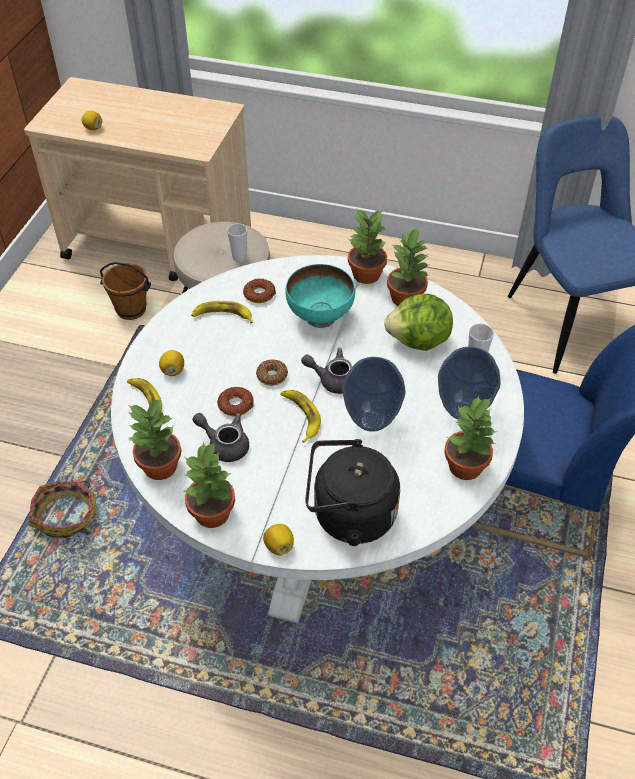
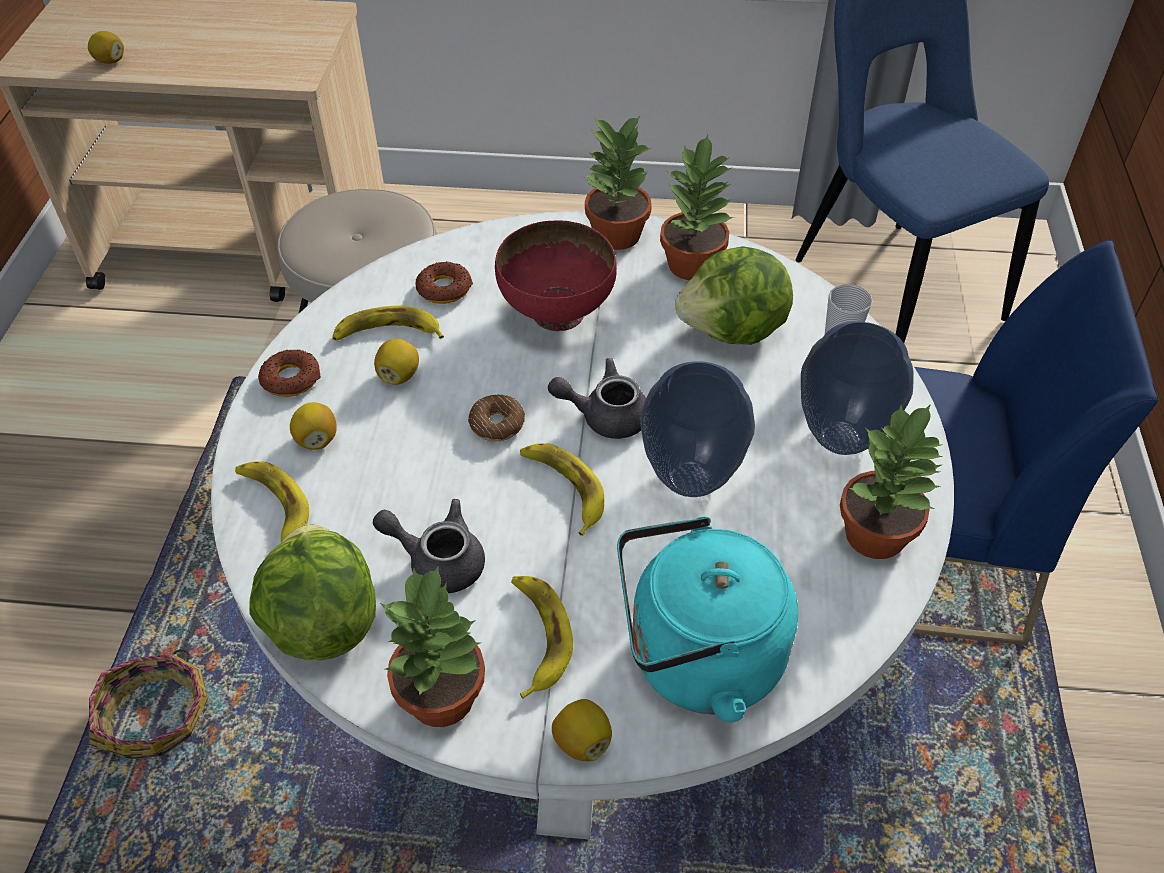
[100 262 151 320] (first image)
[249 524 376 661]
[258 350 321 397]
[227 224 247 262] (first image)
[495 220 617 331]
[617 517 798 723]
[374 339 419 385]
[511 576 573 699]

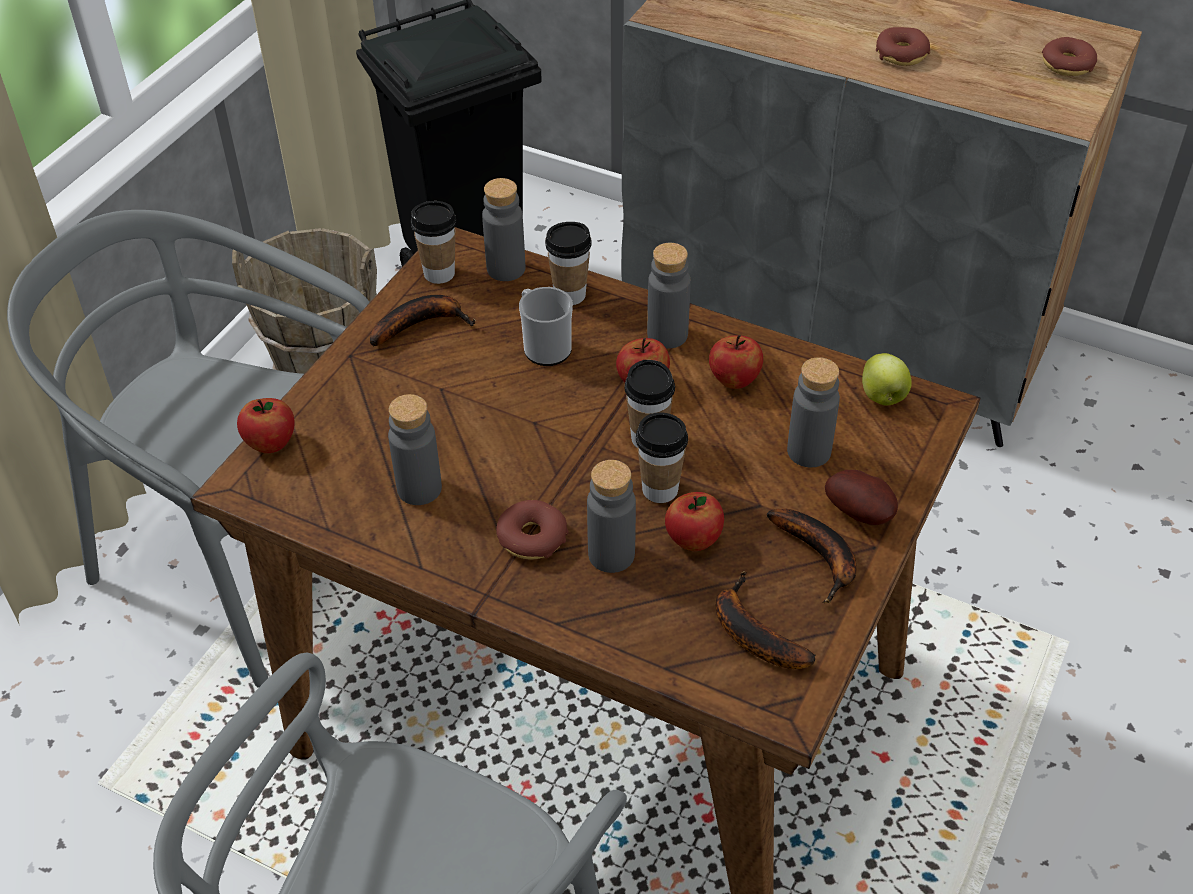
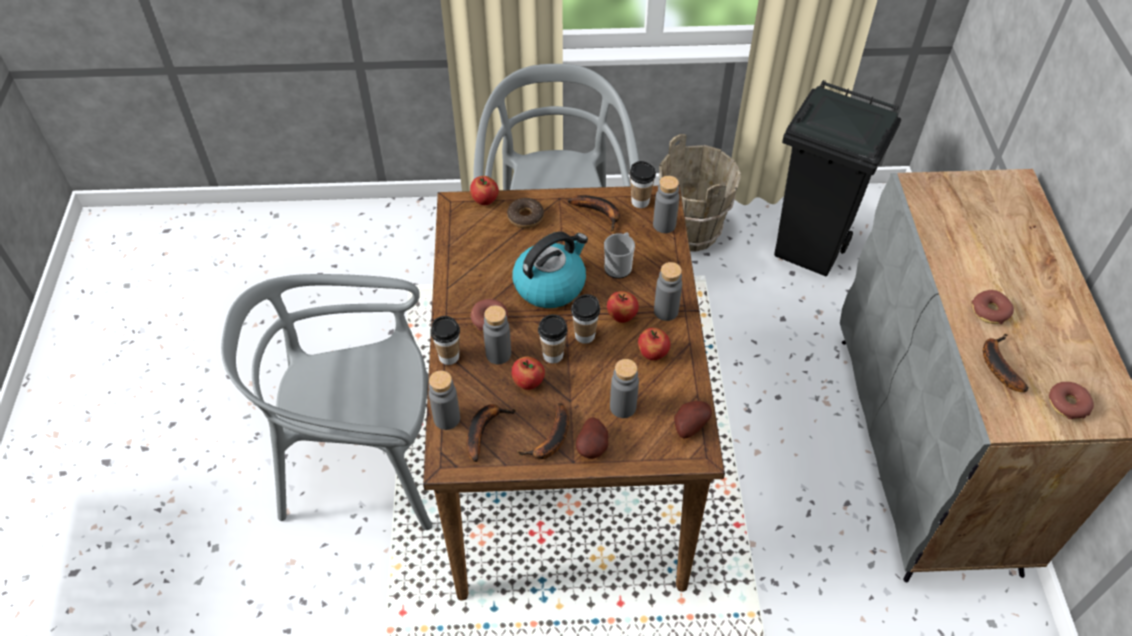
[429 371 460 430]
[430 316 460 365]
[674 401 712 439]
[507 198 544 228]
[513 232 588 308]
[983 334 1029 392]

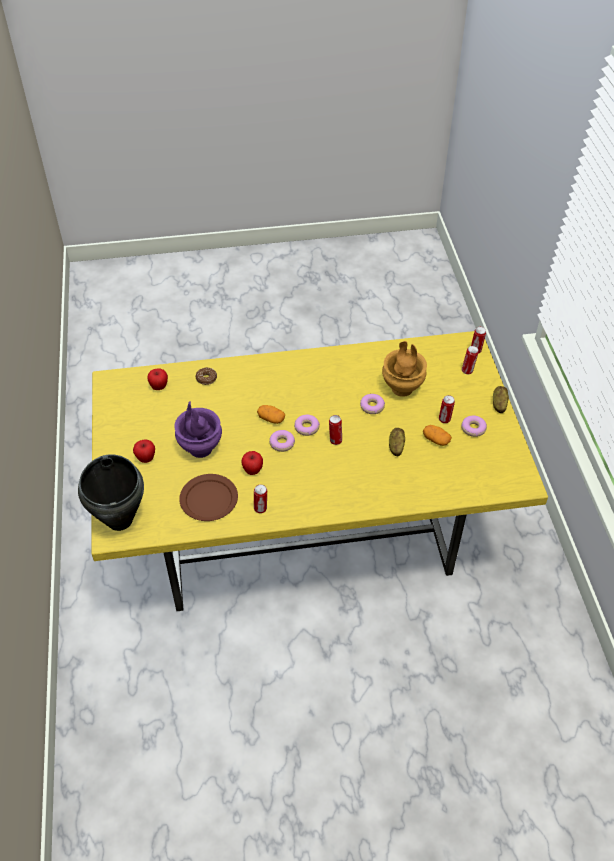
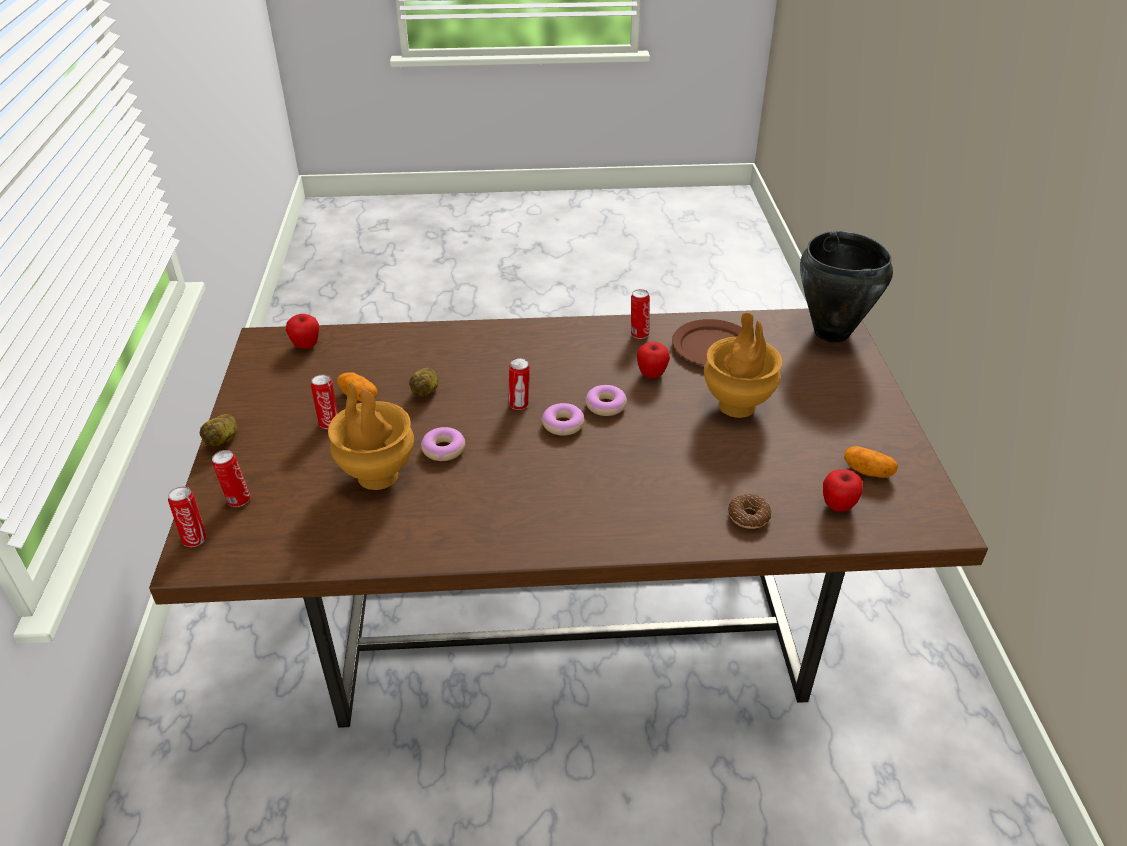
[149 308 988 728]
[286 314 319 349]
[704 313 782 418]
[844 446 898 478]
[461 415 487 437] (first image)

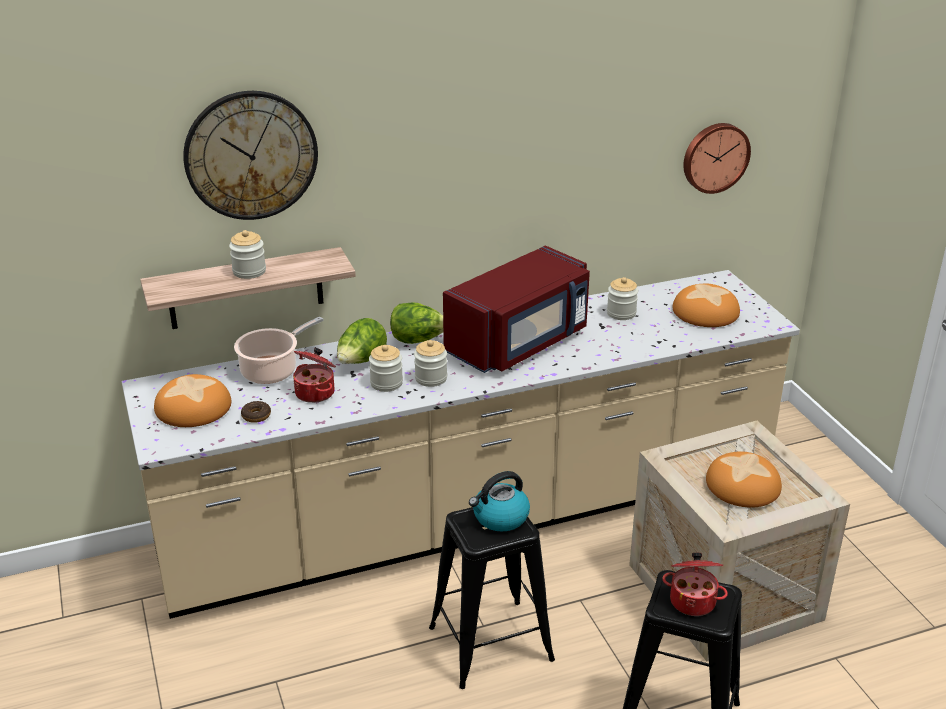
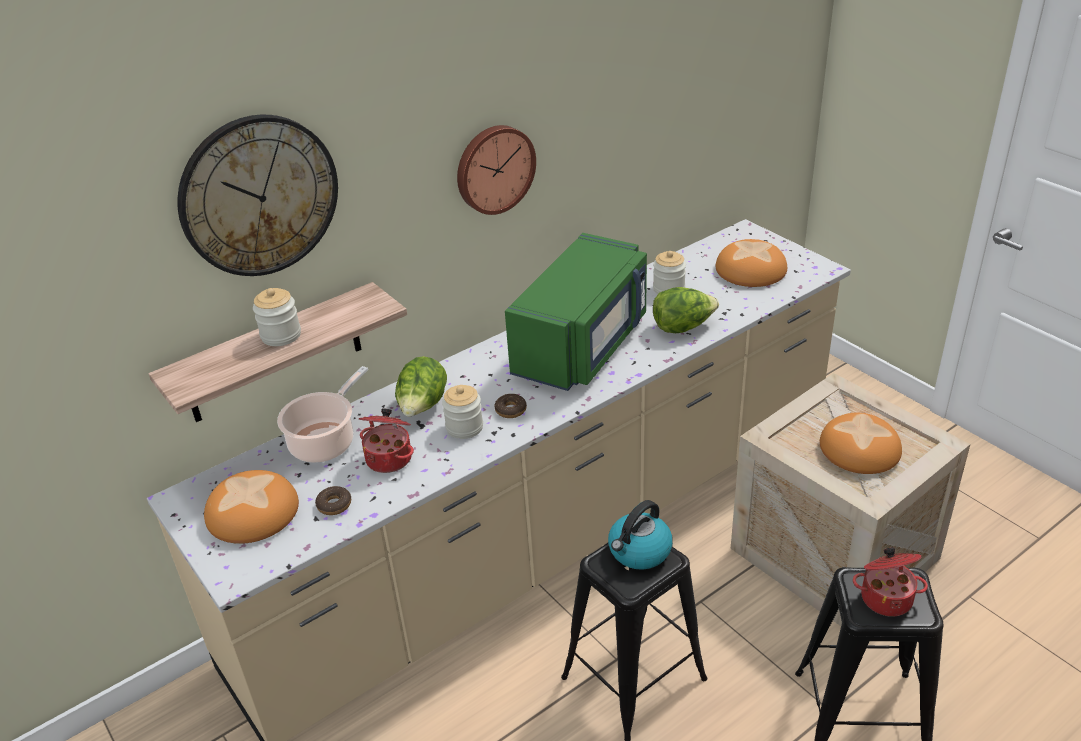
[653 287 719 333]
[494 394 527 418]
[505 233 647 391]
[457 125 536 215]

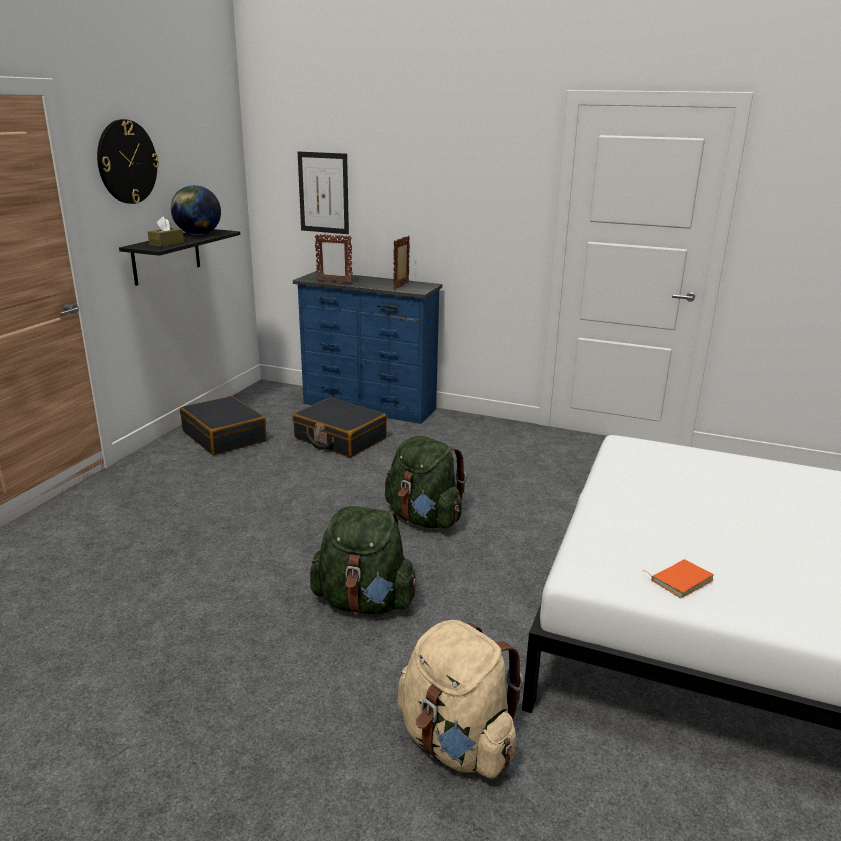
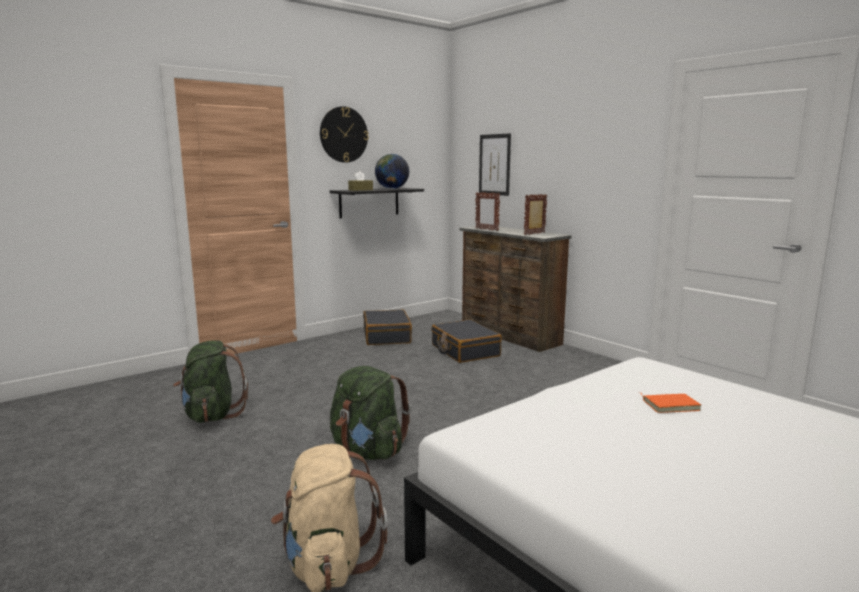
[459 226 572 352]
[173 341 248 423]
[640 392 701 413]

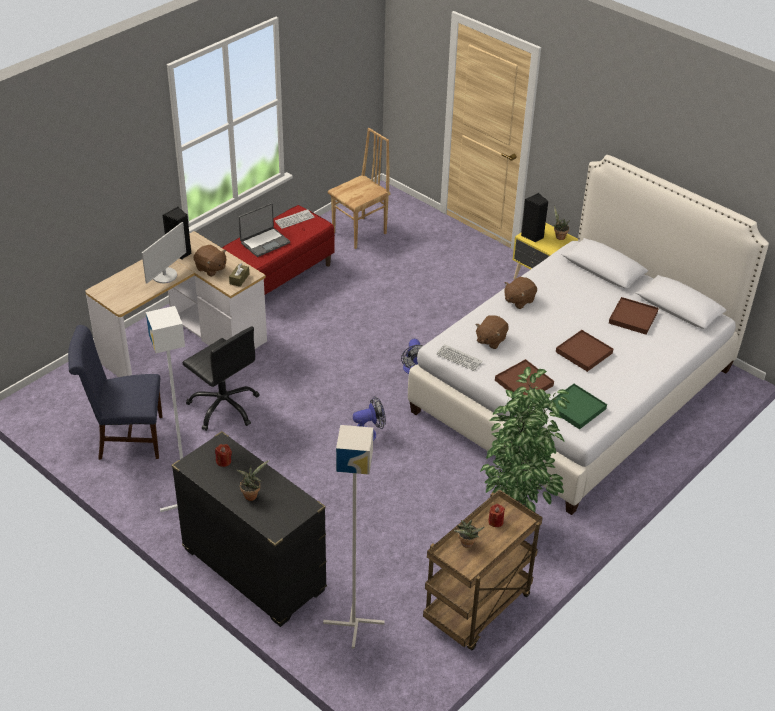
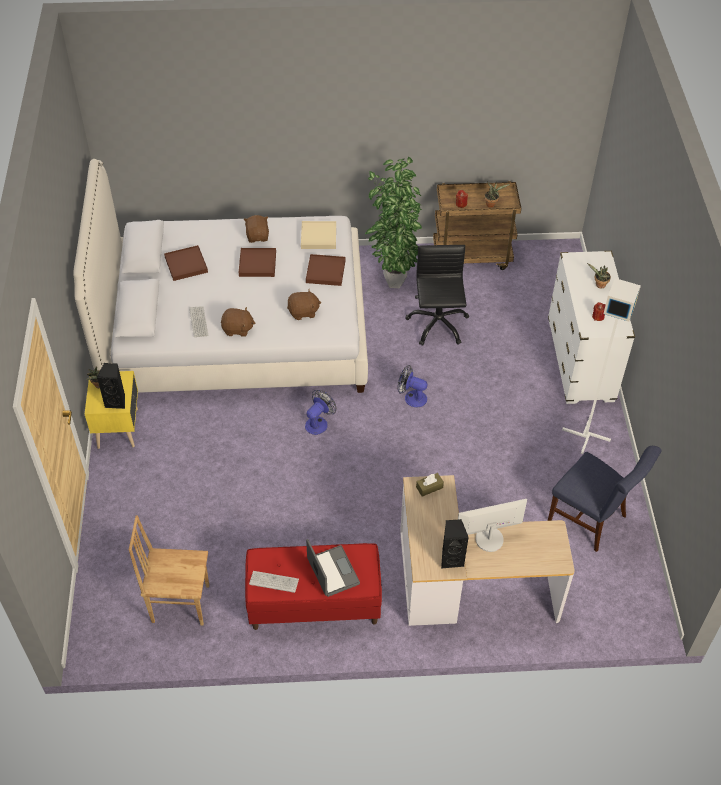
[548 251 635 404]
[405 245 469 346]
[244 215 269 243]
[306 539 360 597]
[323 425 385 649] (first image)
[189 306 208 337]
[301 221 336 249]

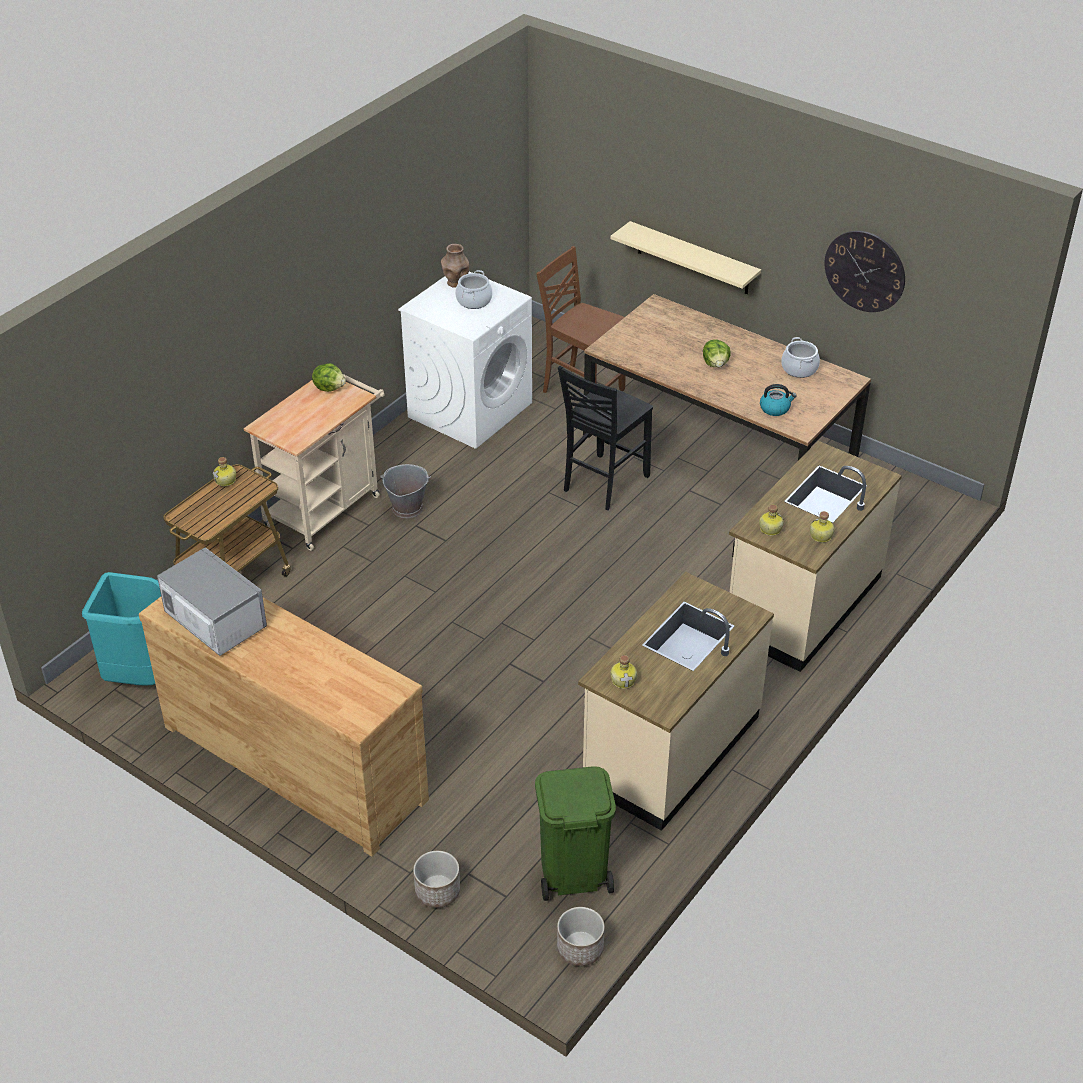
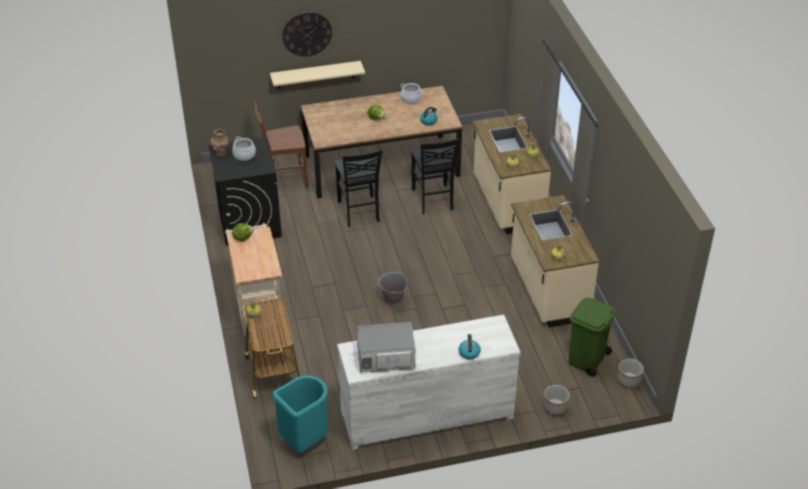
[337 315 521 450]
[378 272 407 307]
[208 137 282 246]
[282 12 332 57]
[411 138 460 215]
[458 334 481 359]

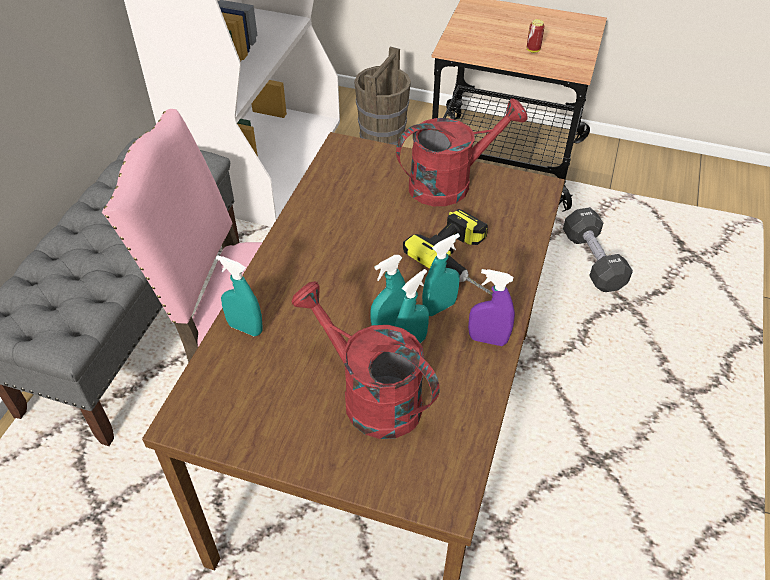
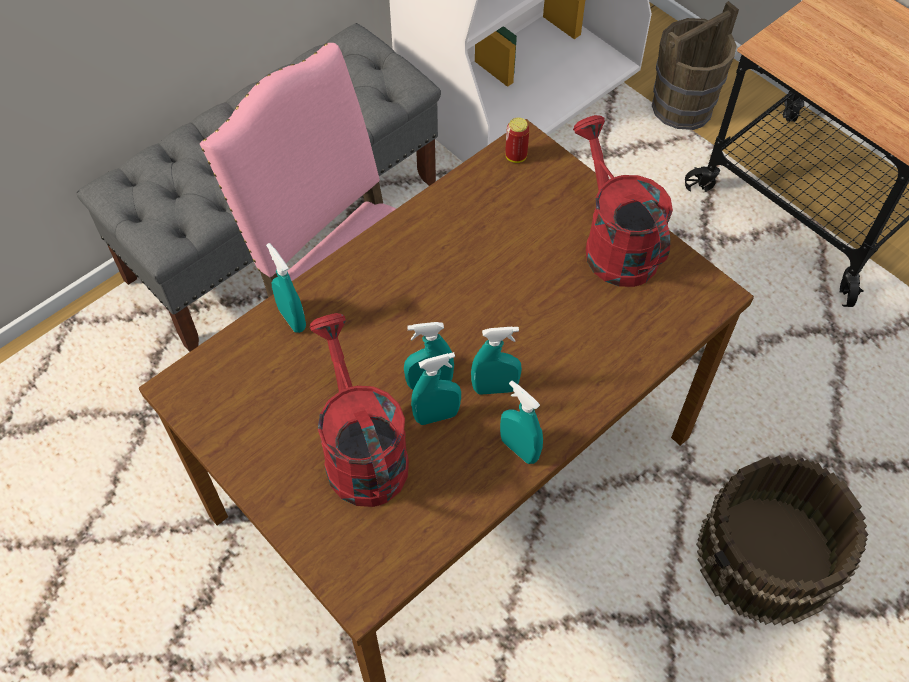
[573 115 673 287]
[403 209 493 295] (first image)
[500 380 543 464]
[505 117 529 163]
[563 207 633 292] (first image)
[696 455 869 625]

